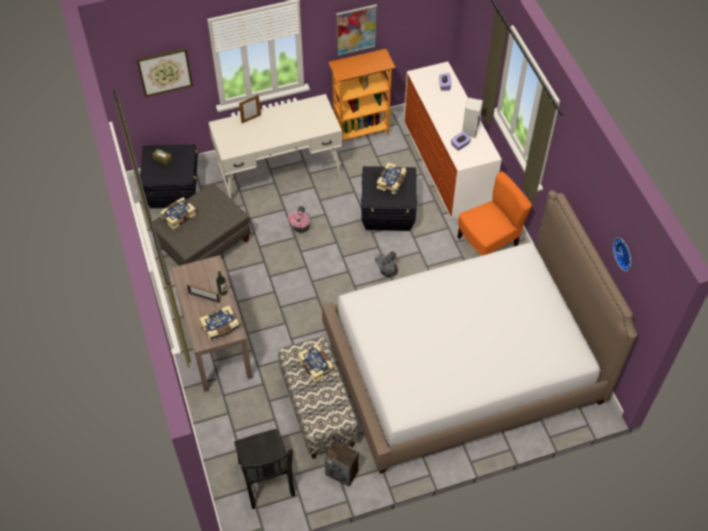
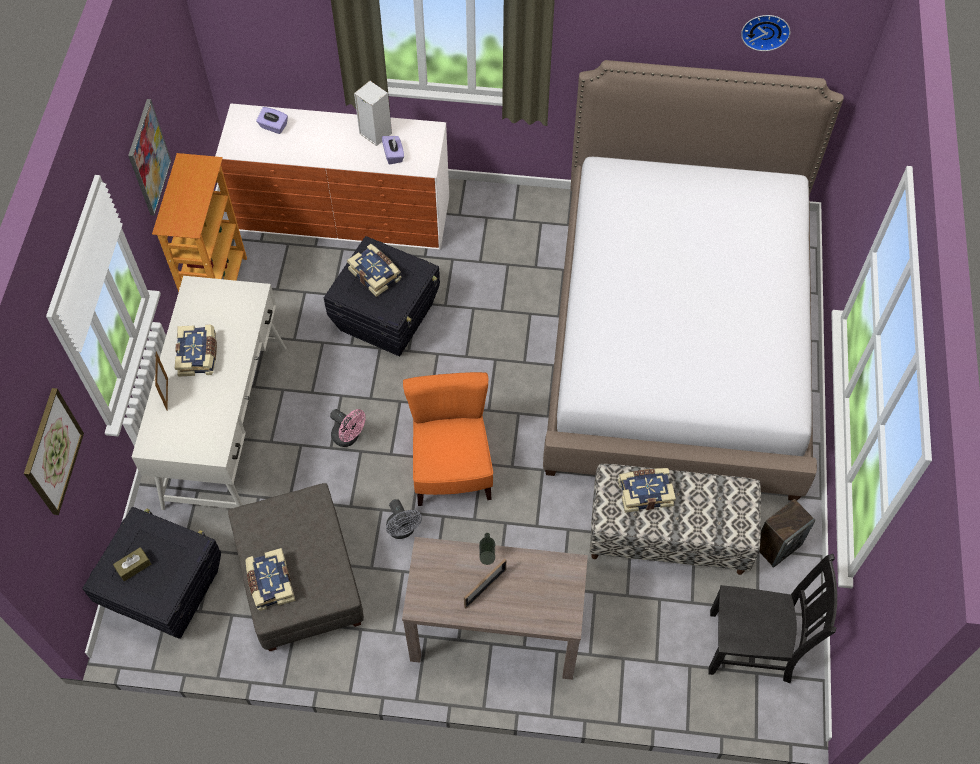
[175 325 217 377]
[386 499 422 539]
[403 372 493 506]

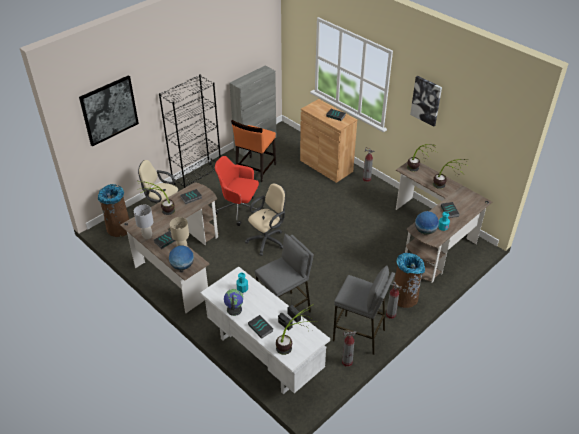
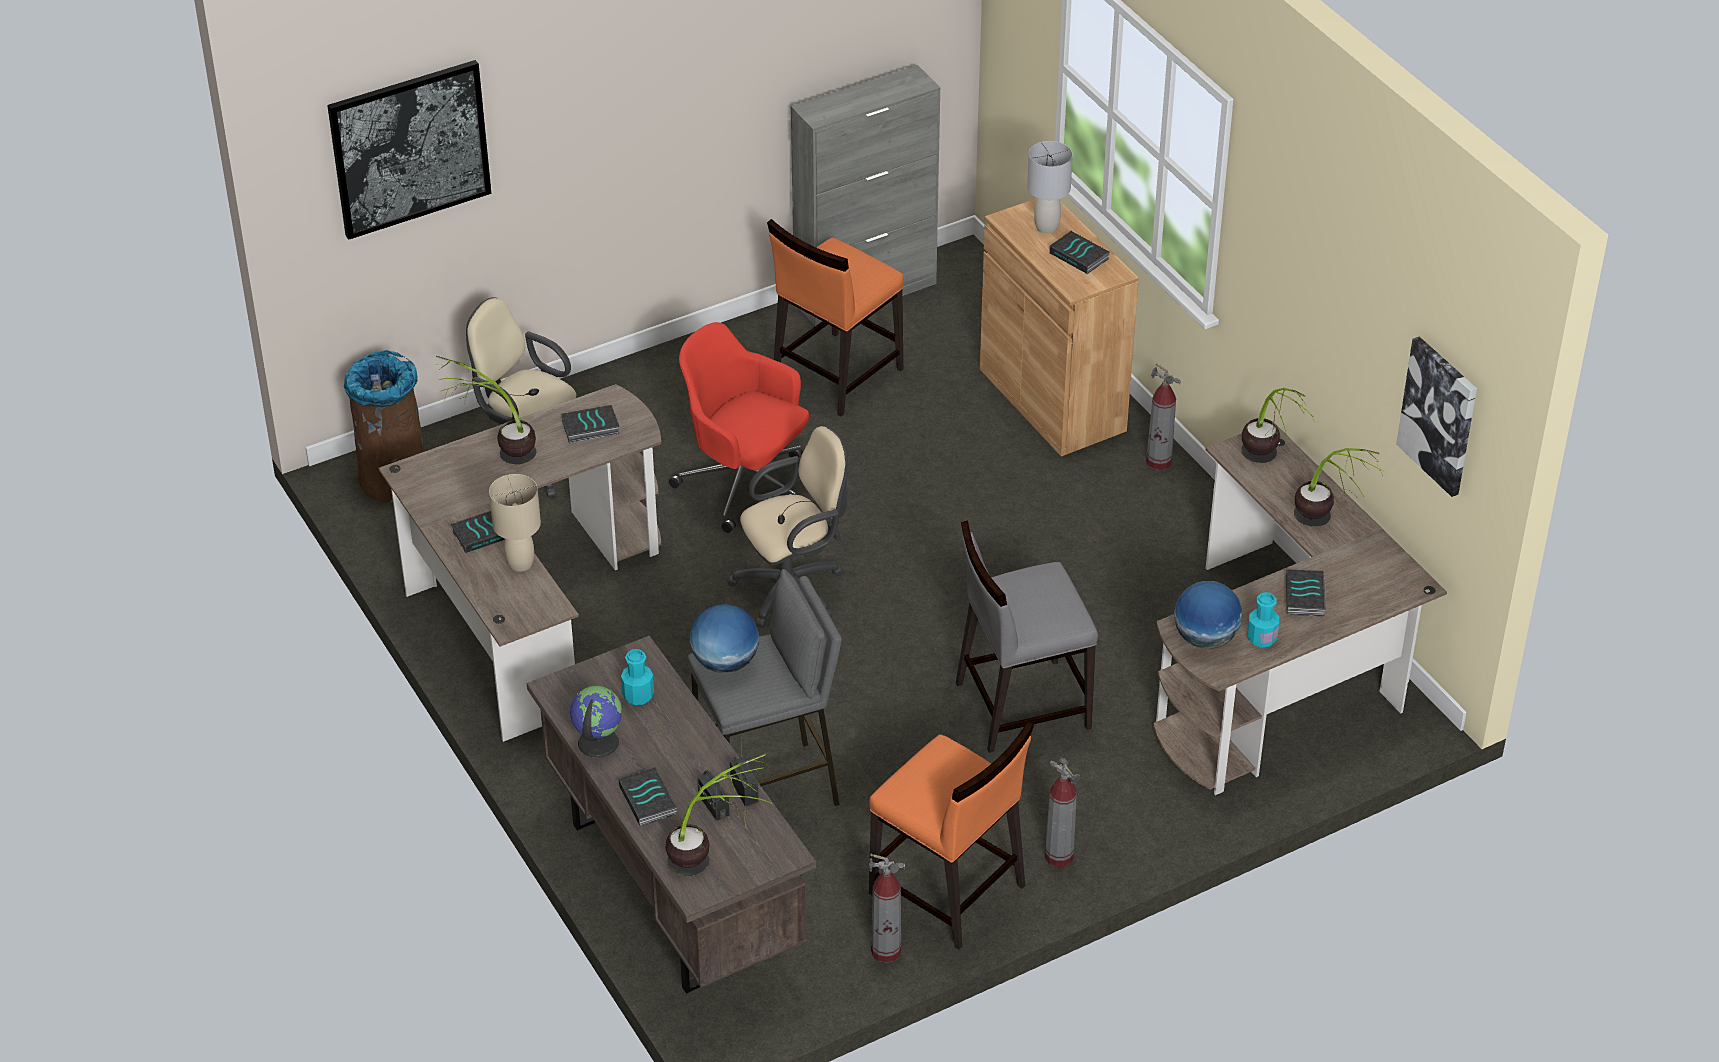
[1027 141 1073 234]
[159 74 221 189] (first image)
[690 604 759 673]
[527 636 816 994]
[869 721 1034 950]
[392 253 425 308] (first image)
[1396 336 1477 497]
[956 520 1098 753]

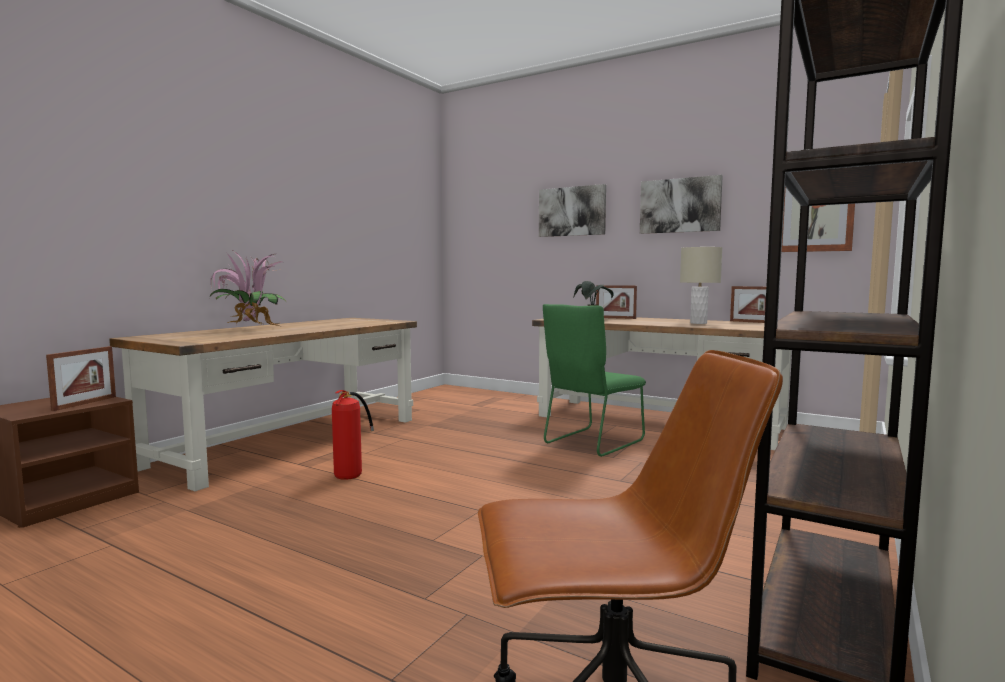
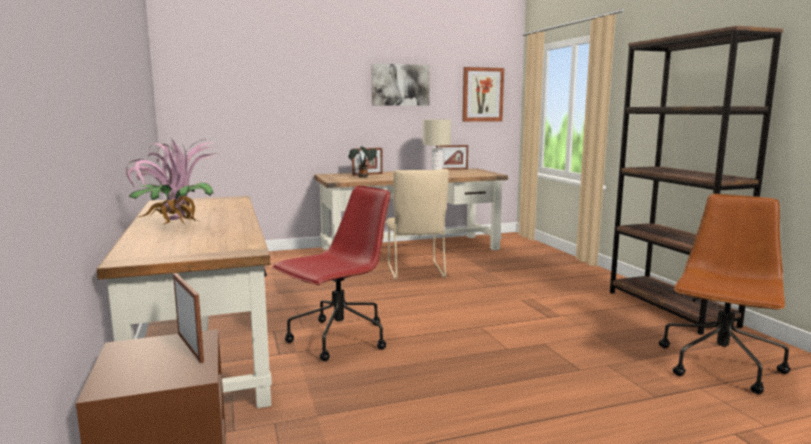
[272 186 391 361]
[539 184 606 237] (first image)
[386 169 449 280]

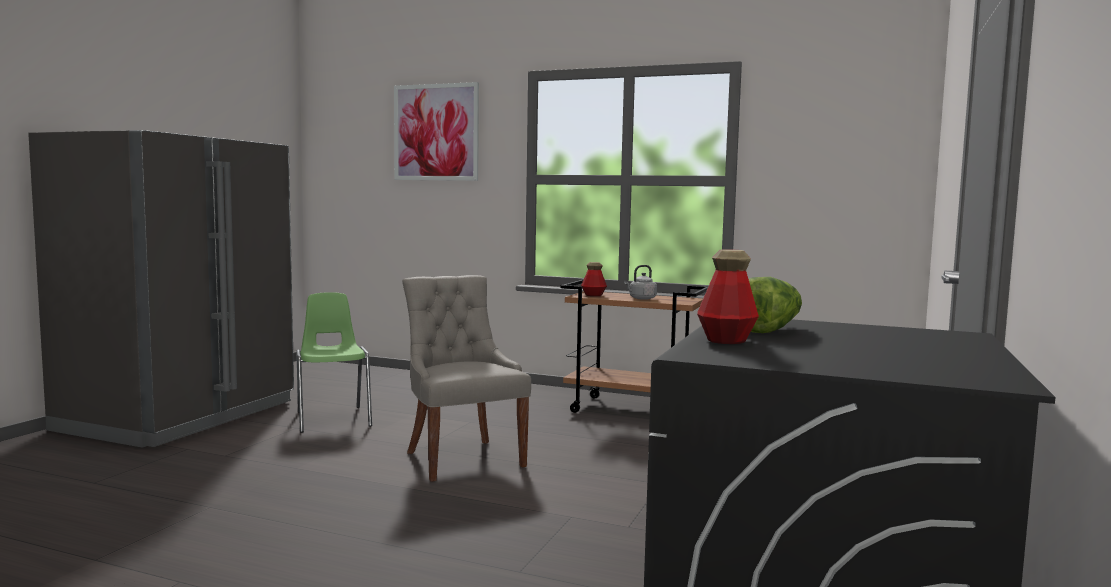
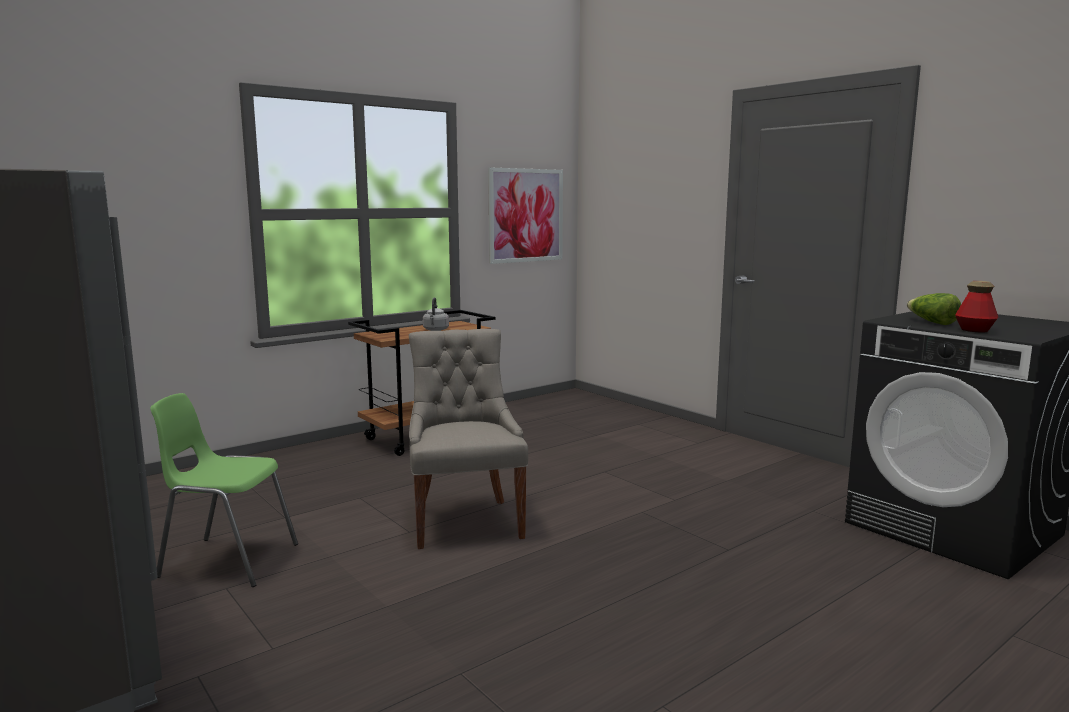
[488 167 563 264]
[409 329 528 549]
[581 262 607 296] (first image)

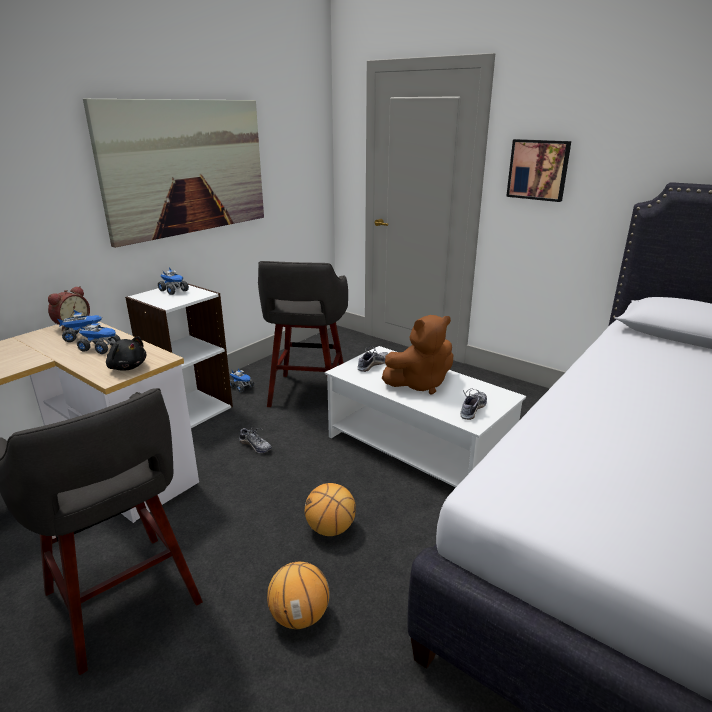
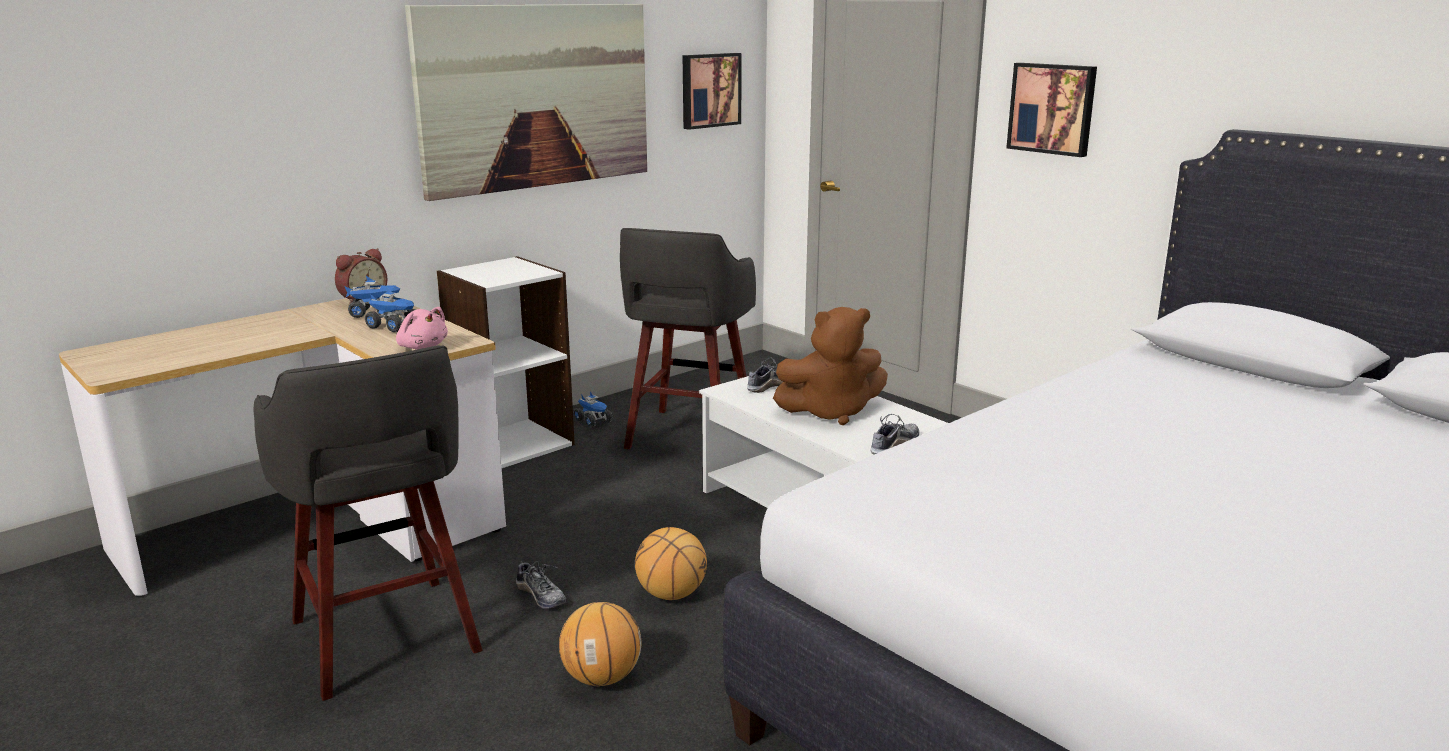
[396 307 448 350]
[158 267 189 295] (first image)
[516 560 566 609]
[683 53 742 130]

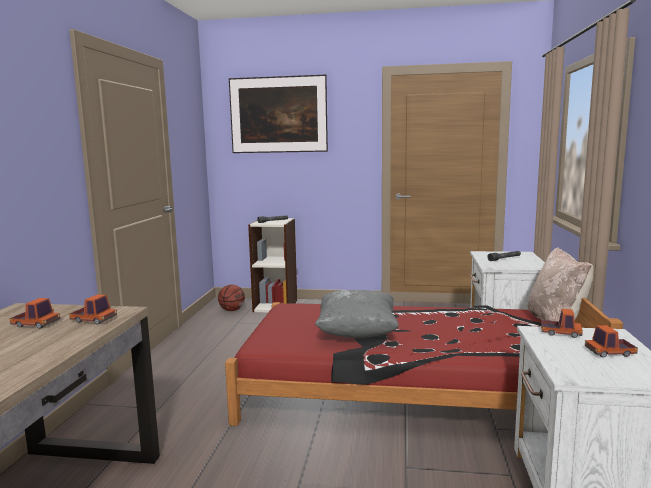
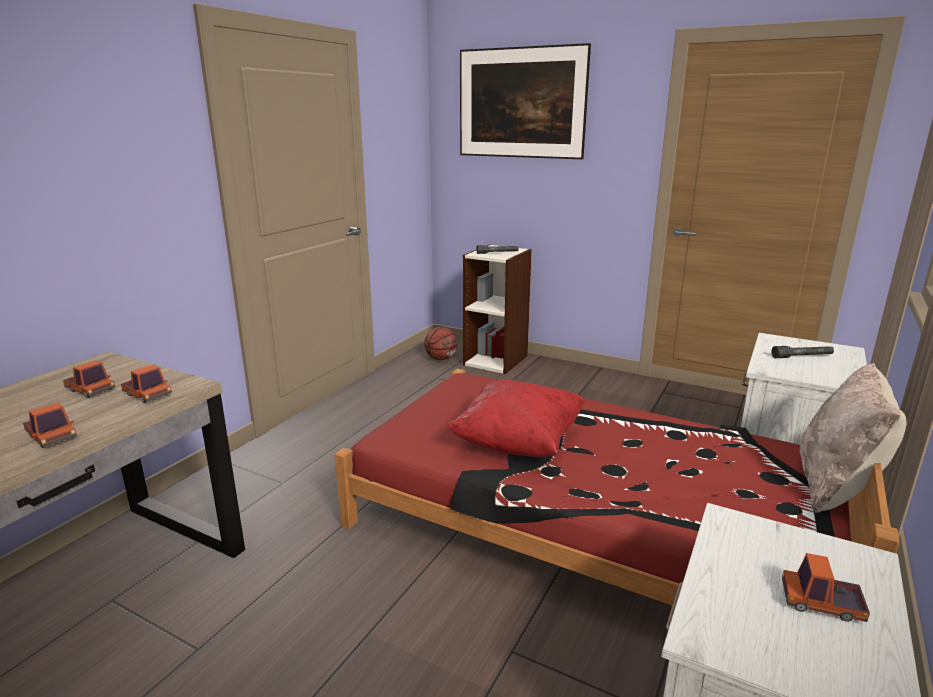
[447 379 586 457]
[23 402 77 448]

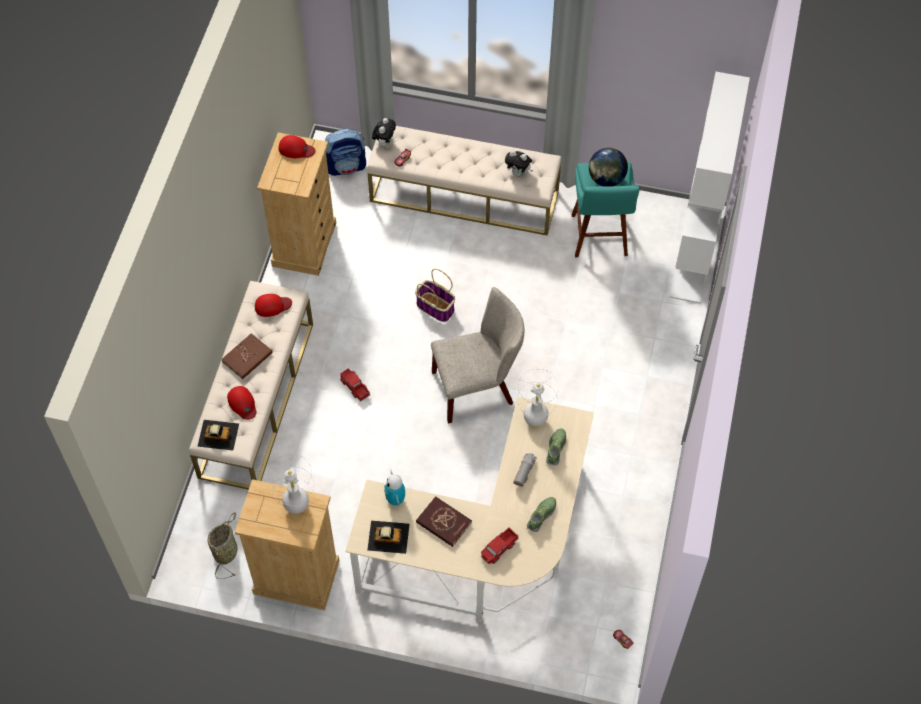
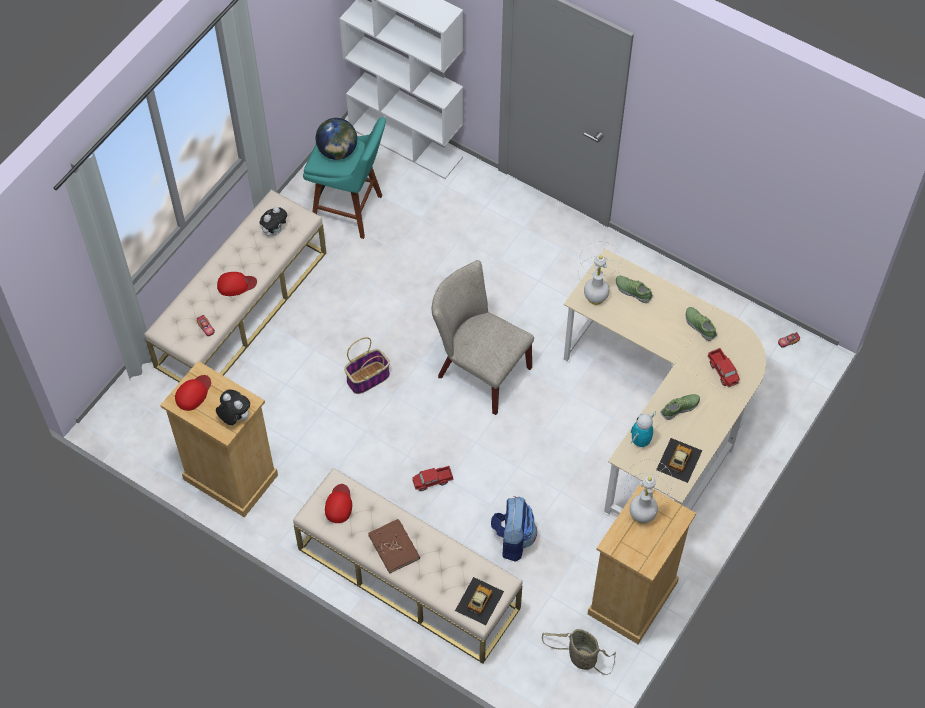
[217 272 257 296]
[491 496 537 562]
[216 390 250 425]
[631 411 656 448]
[660 394 700 420]
[432 260 534 415]
[513 453 536 487] (first image)

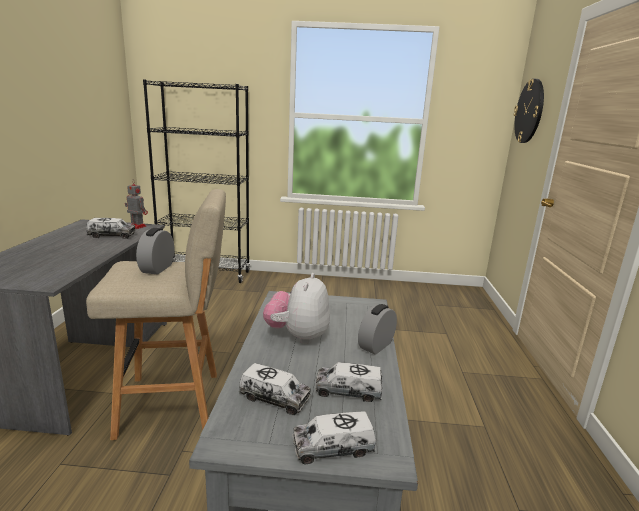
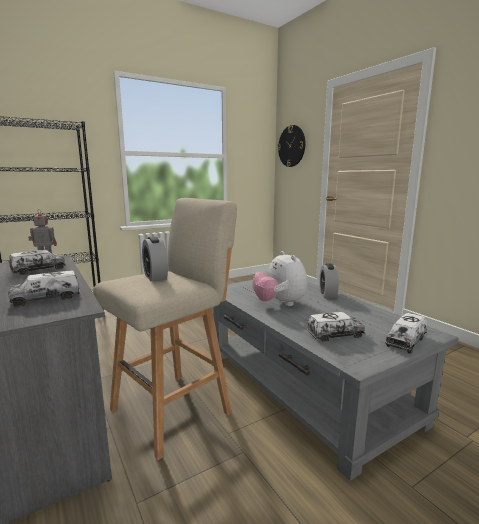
[8 270 80 307]

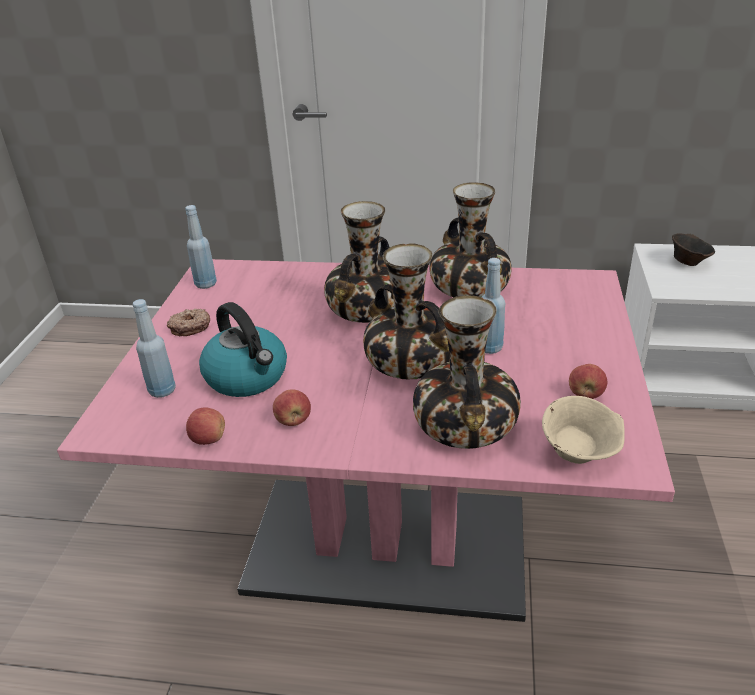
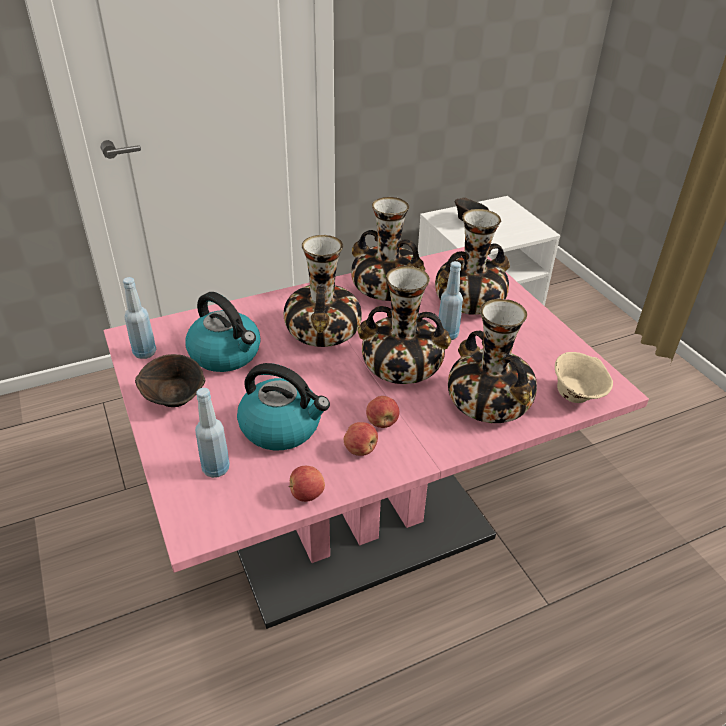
[135 354 205 407]
[366 396 399 428]
[186 292 261 372]
[435 209 510 315]

